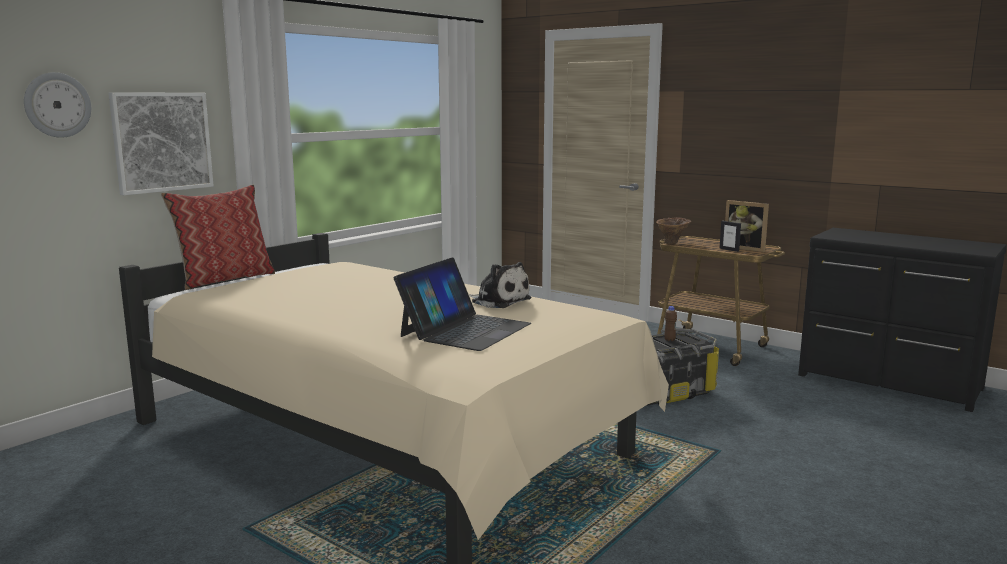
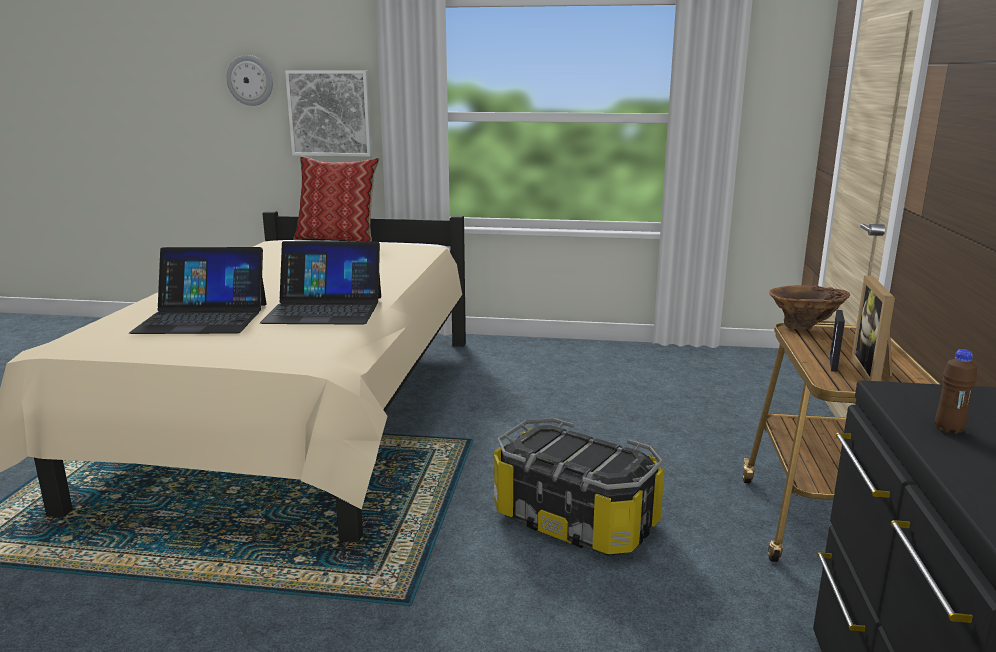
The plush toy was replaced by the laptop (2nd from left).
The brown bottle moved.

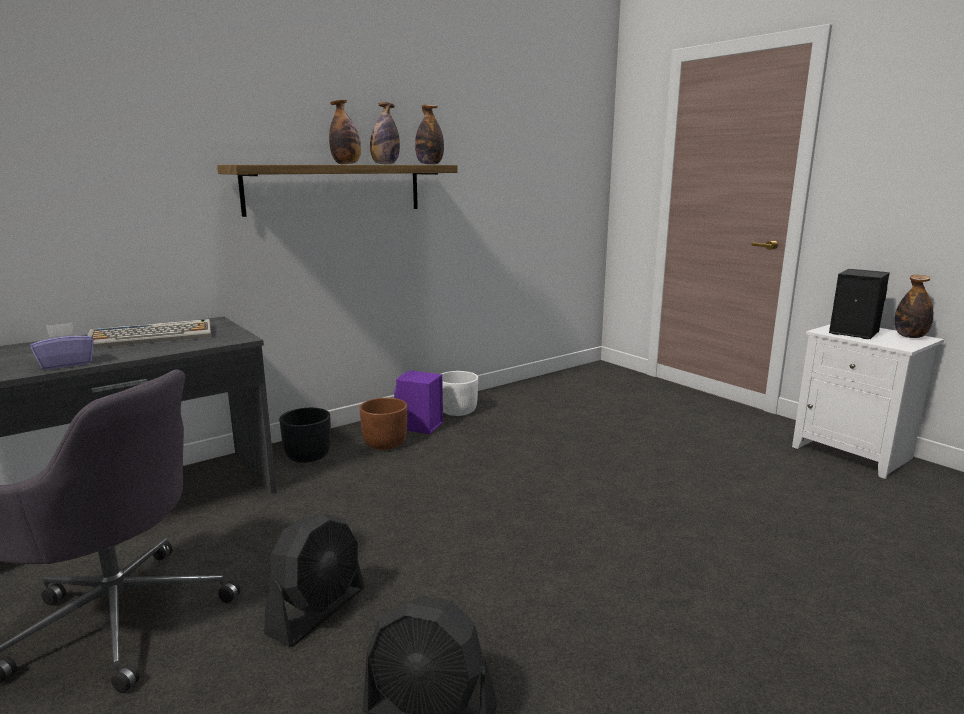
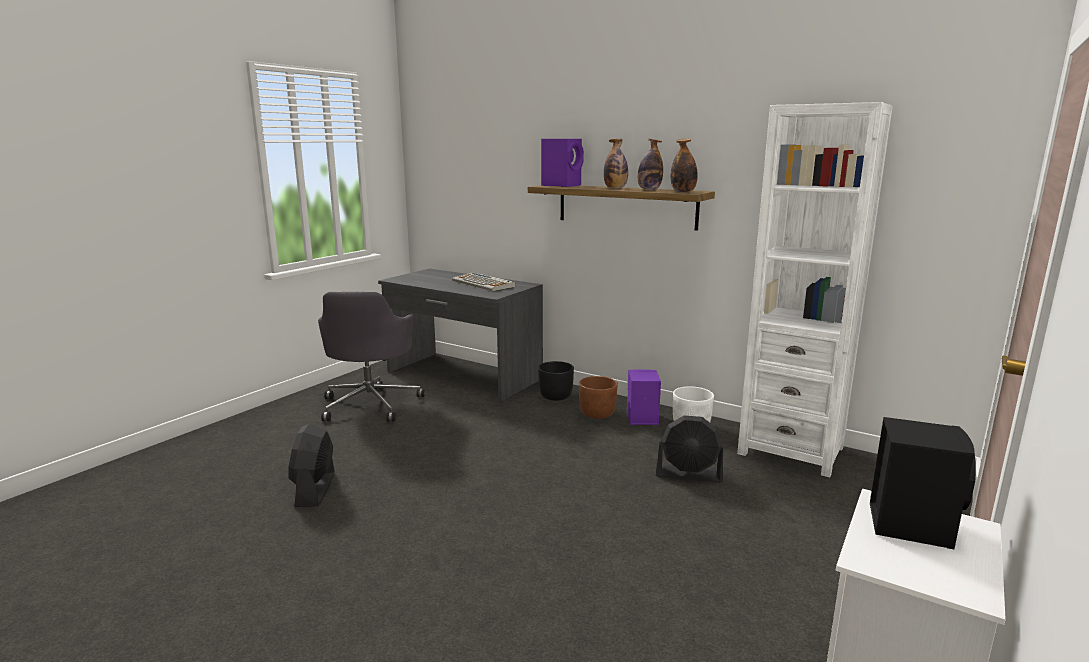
The bottle (4th from left) disappeared.
The purple tissue box disappeared.
The black fan (1st from left in the first image) moved.
The white bookcase appeared.
The purple speaker (1st from left) appeared.

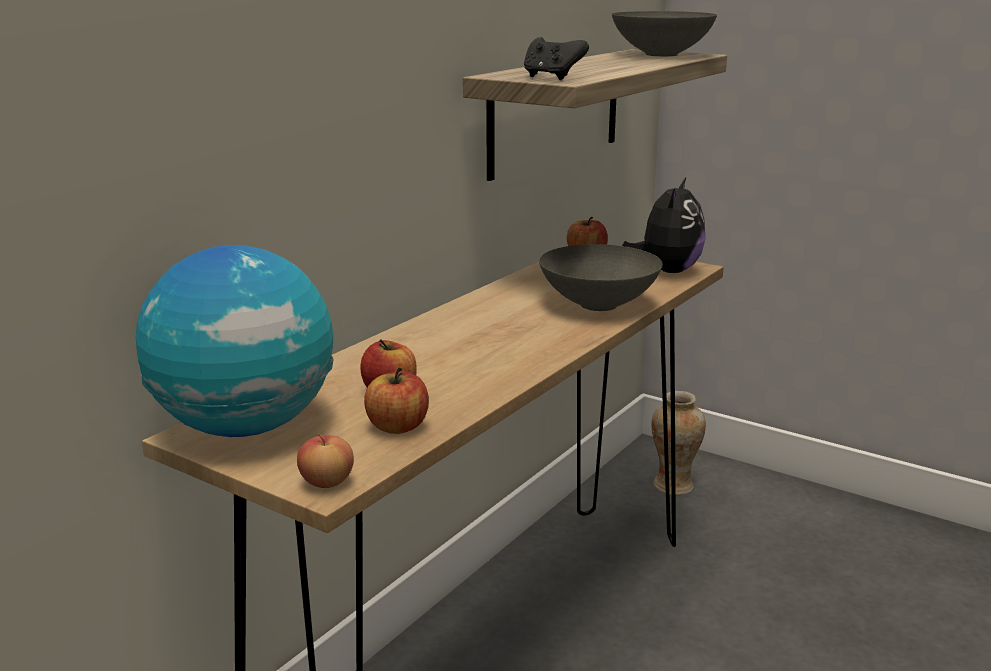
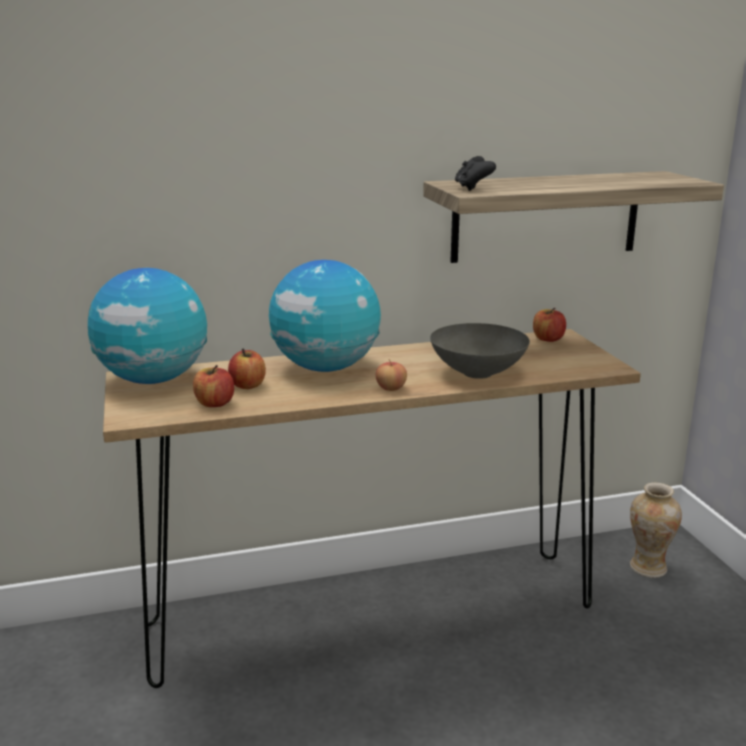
The grey bowl (2nd from left) disappeared.
The plush toy disappeared.
The apple (1st from left in the first image) moved.
The globe (2nd from left) appeared.

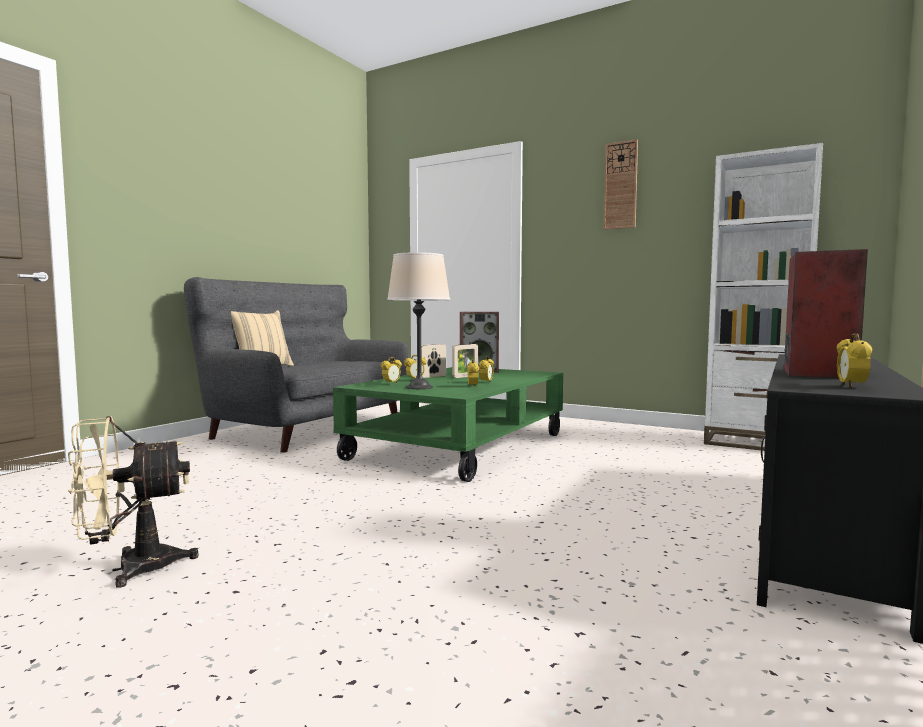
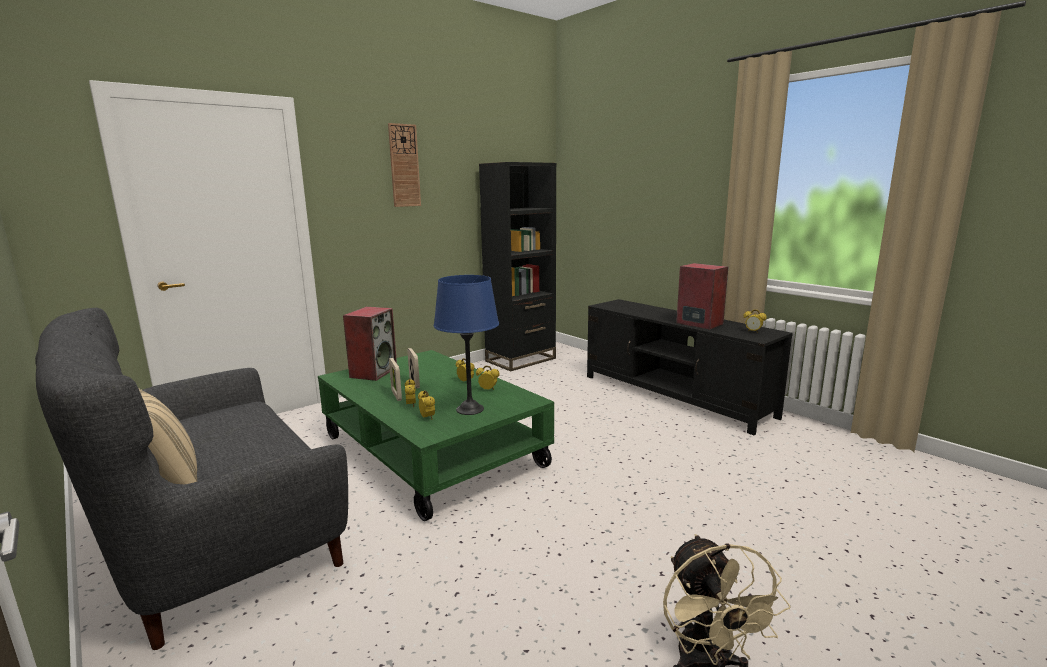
The white bookcase became the black bookcase.
The beige table lamp became the blue table lamp.

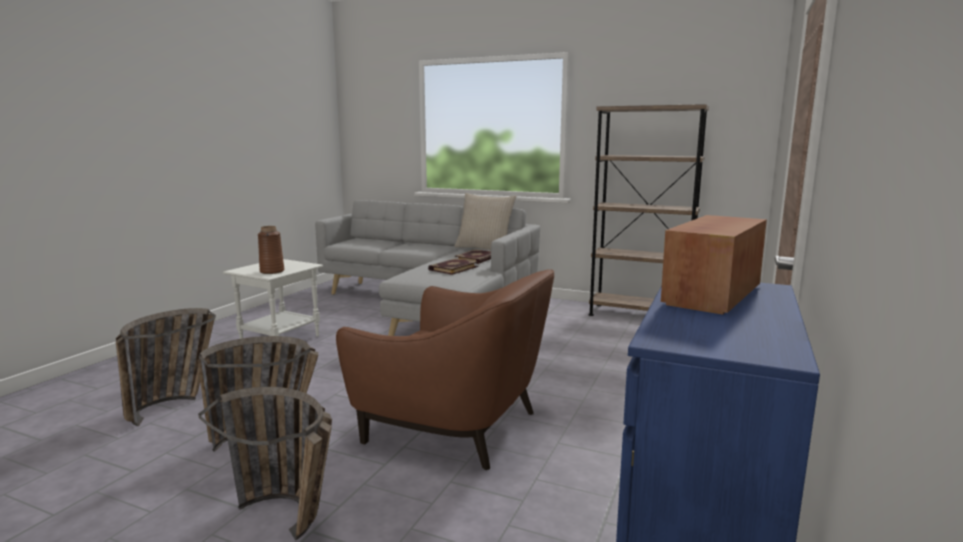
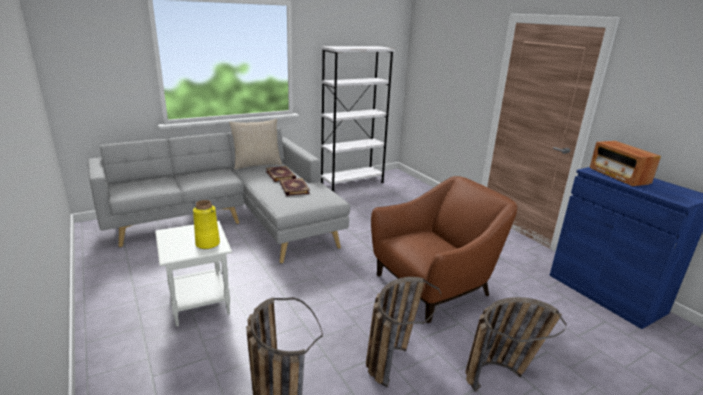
The brown bookcase became the white bookcase.
The brown vase became the yellow vase.

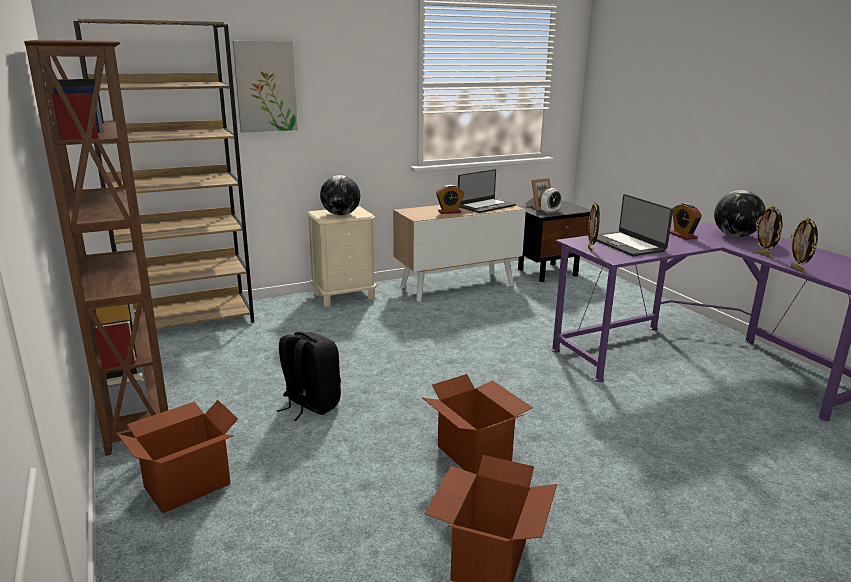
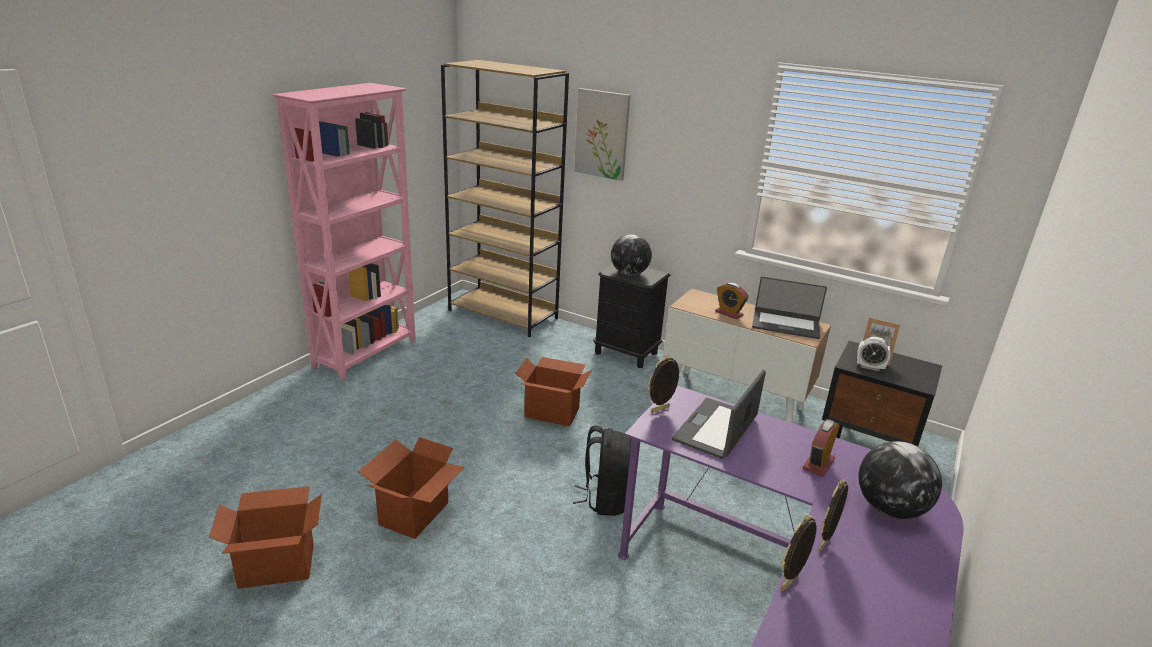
The brown bookcase (1st from left) became the pink bookcase.
The beige nightstand became the black nightstand (1st from left).
The black backpack moved.
The cardboard box (1st from left in the first image) moved.

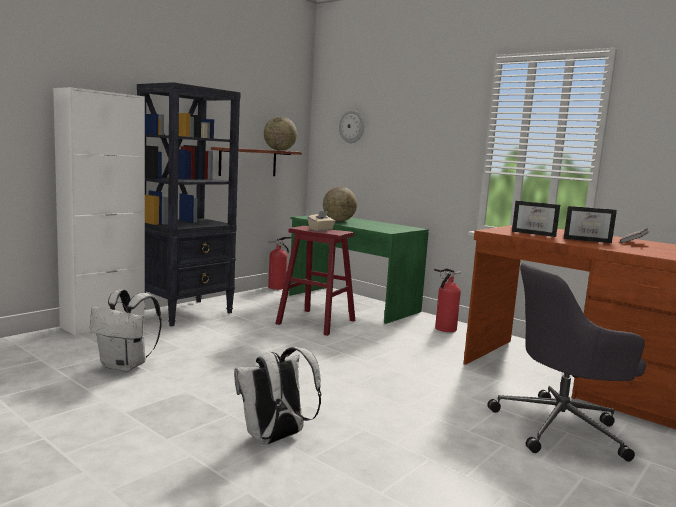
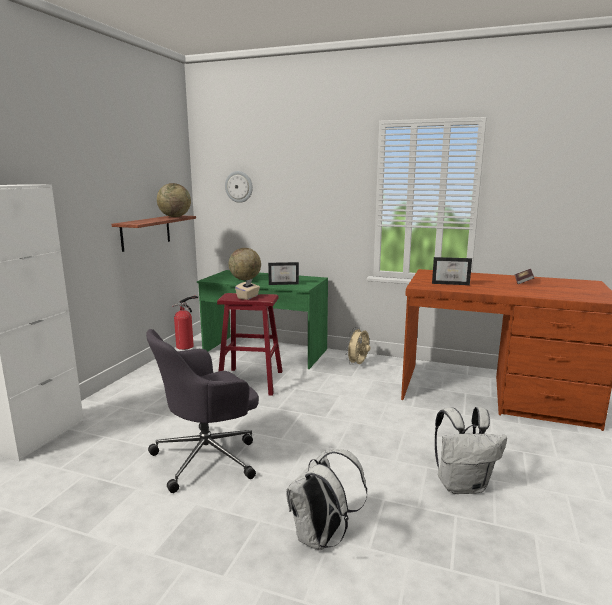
The black bookcase disappeared.
The picture frame (2nd from left in the first image) moved.
The grey office chair moved.
The fire extinguisher (2nd from left) was replaced by the beige fan.
The white backpack (1st from left in the first image) moved.

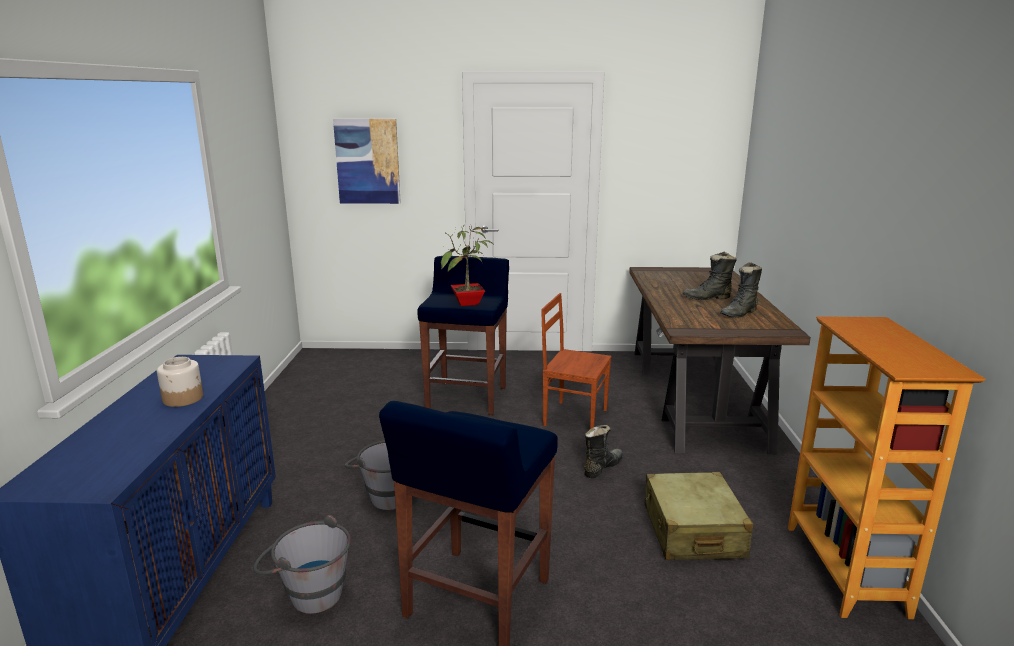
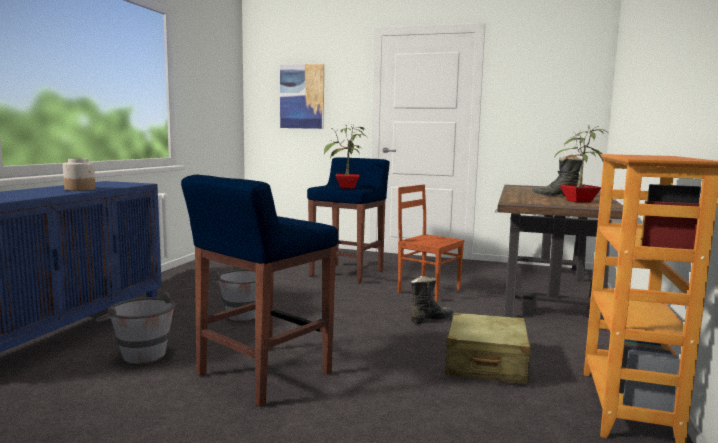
The black boot (3rd from left) was replaced by the potted plant (2nd from left).

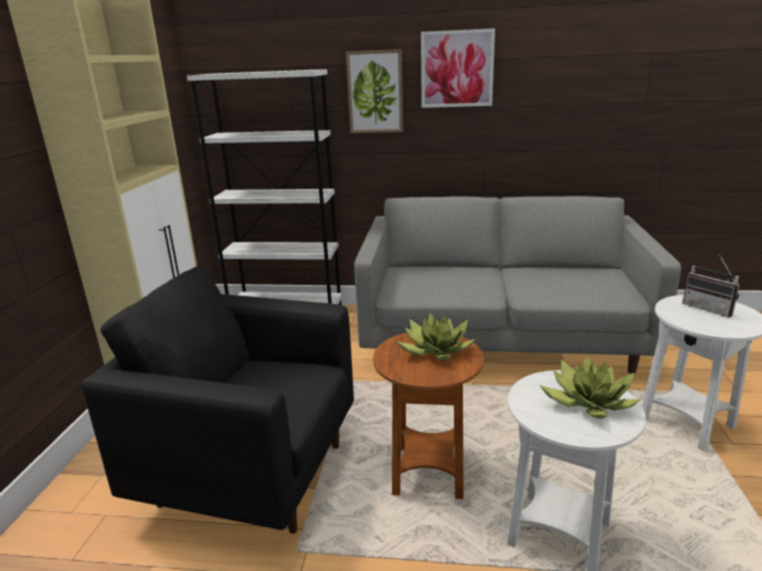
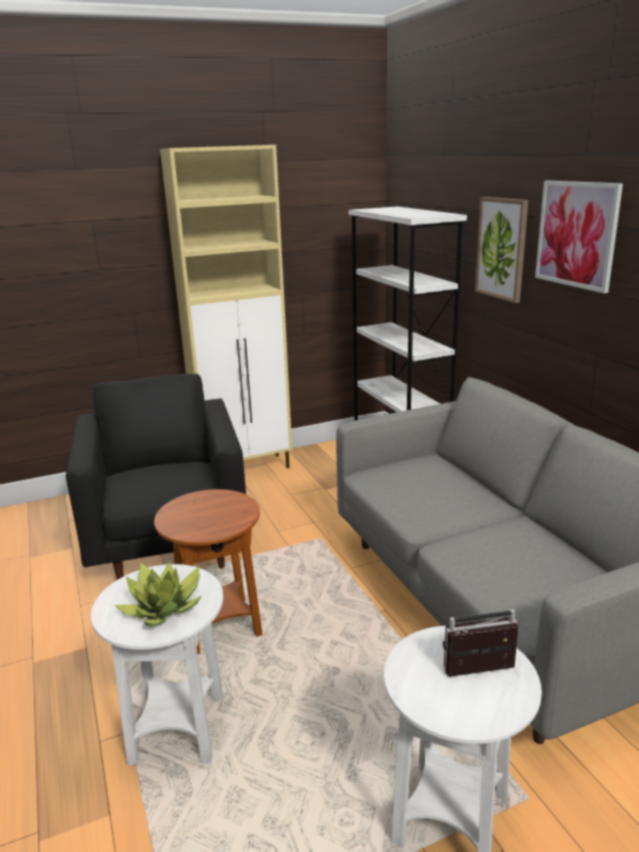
The radio turned 60 degrees clockwise.
The potted plant (1st from left) disappeared.

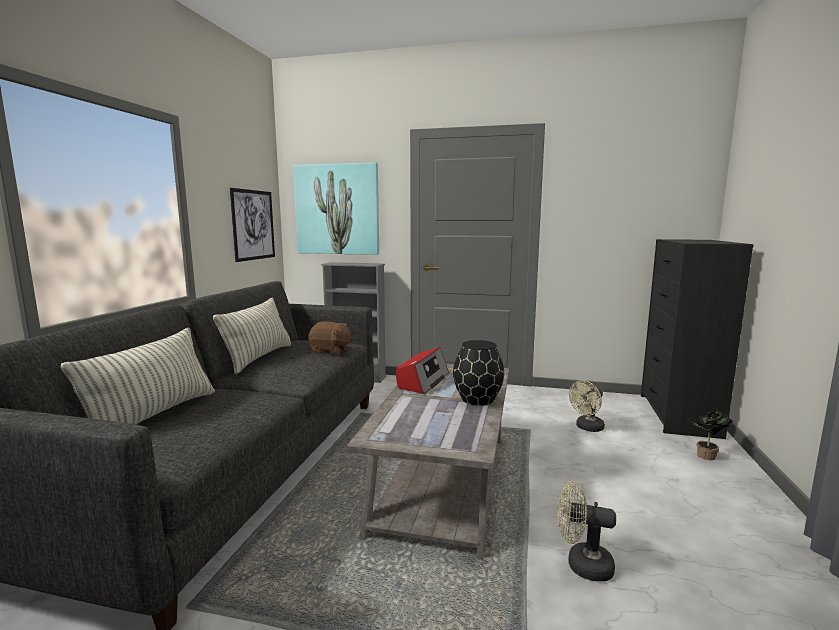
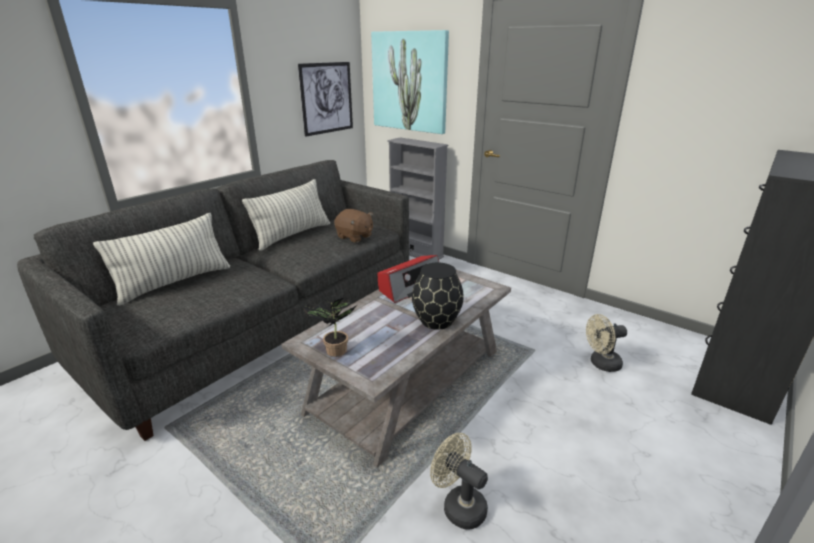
The potted plant moved.

